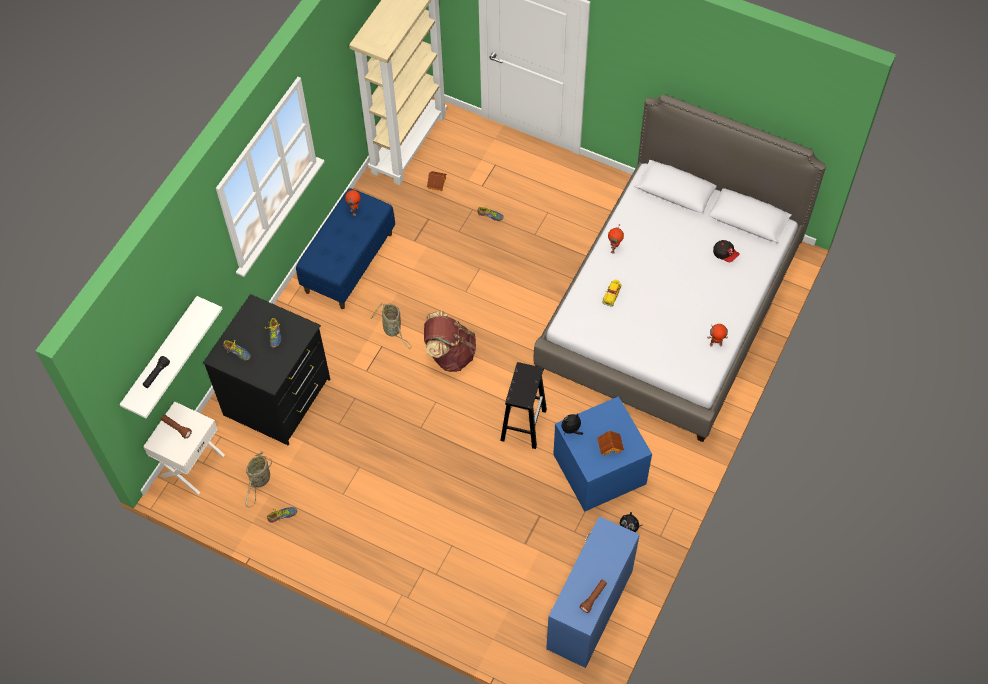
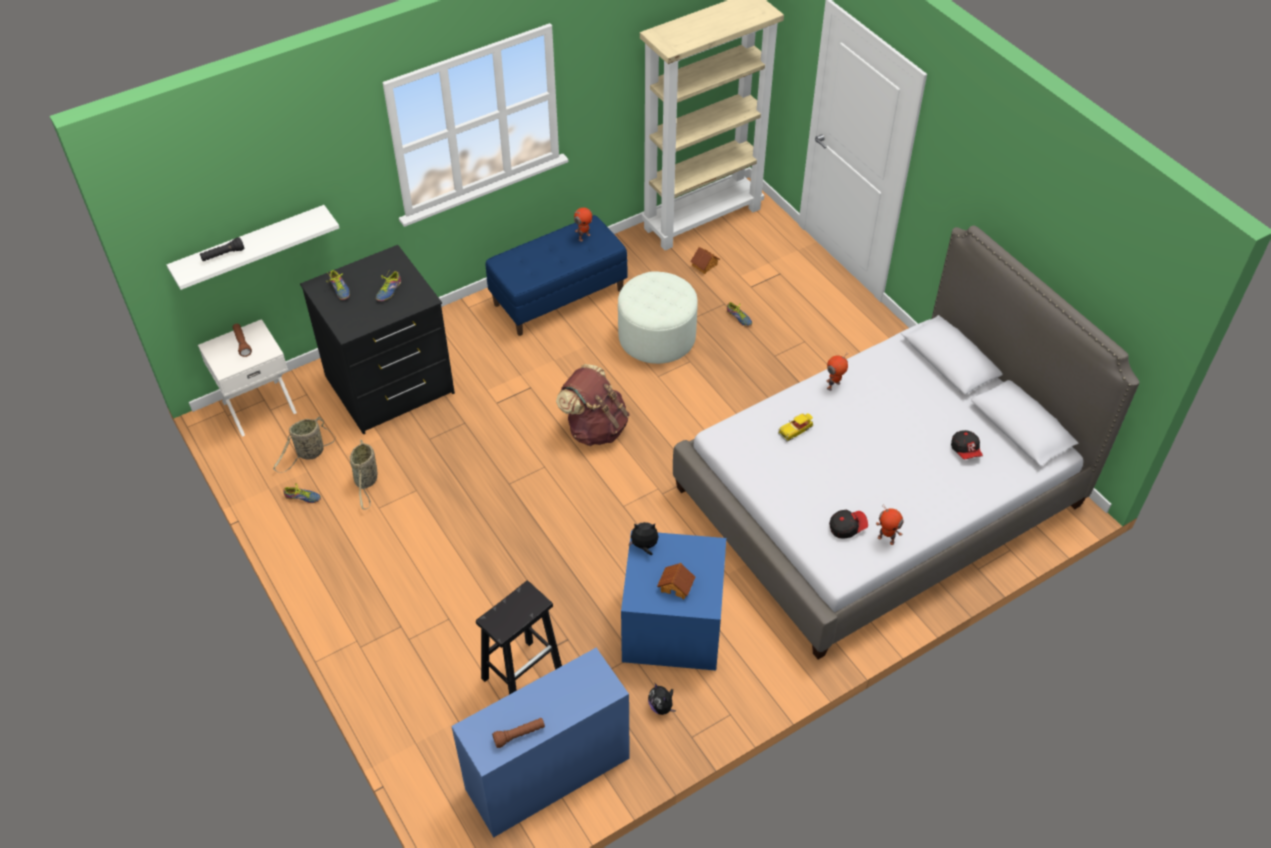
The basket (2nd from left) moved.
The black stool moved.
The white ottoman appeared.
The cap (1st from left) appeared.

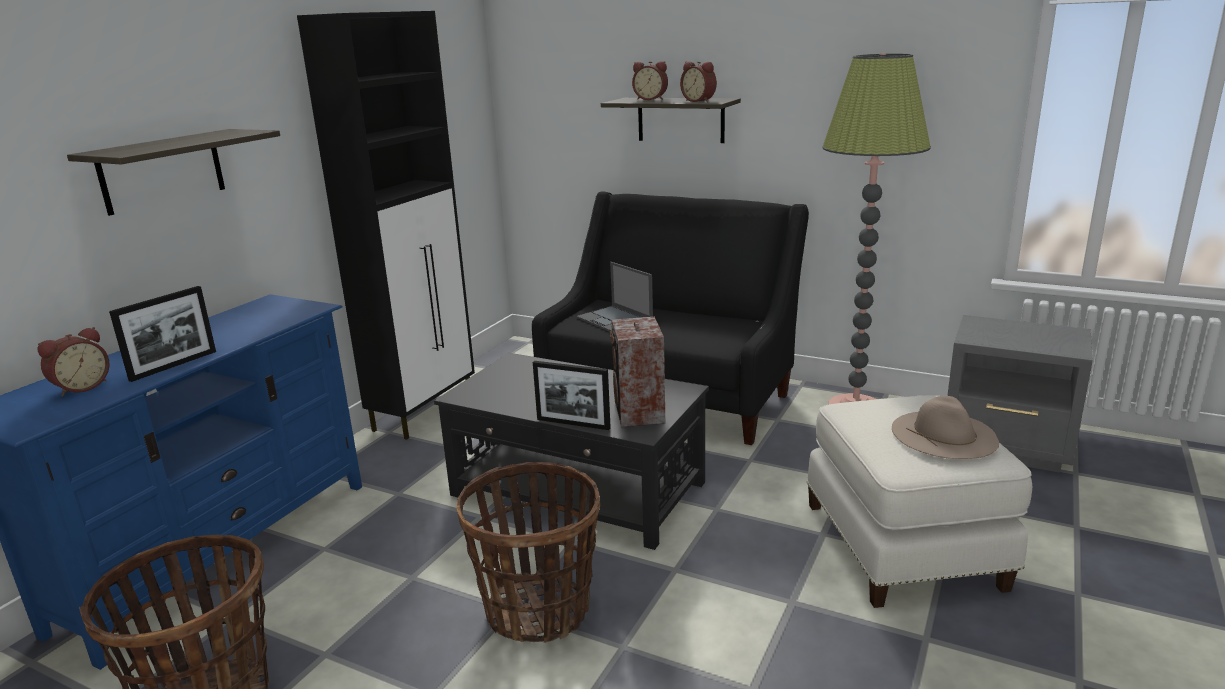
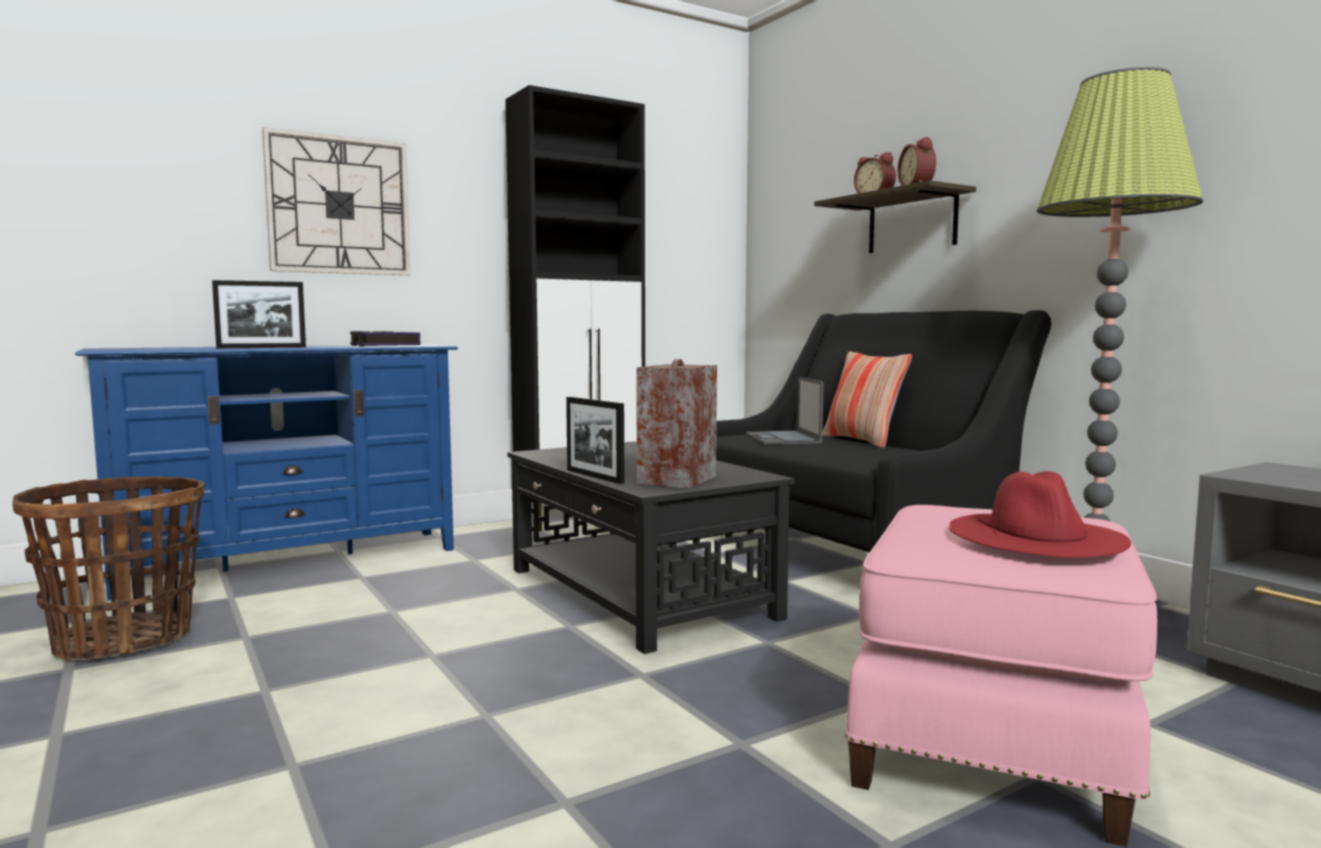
The shelf (1st from left) was replaced by the wall clock.
The alarm clock (1st from left) disappeared.
The white ottoman became the pink ottoman.
The beige hat became the red hat.
The basket (2nd from left) disappeared.
The book appeared.
The pillow appeared.

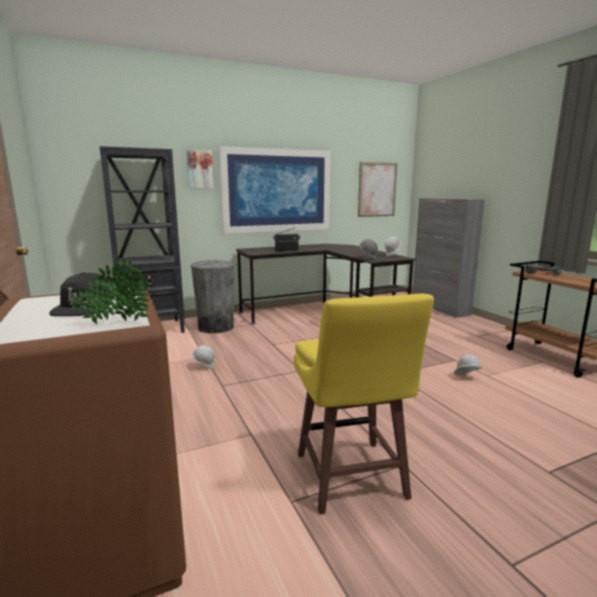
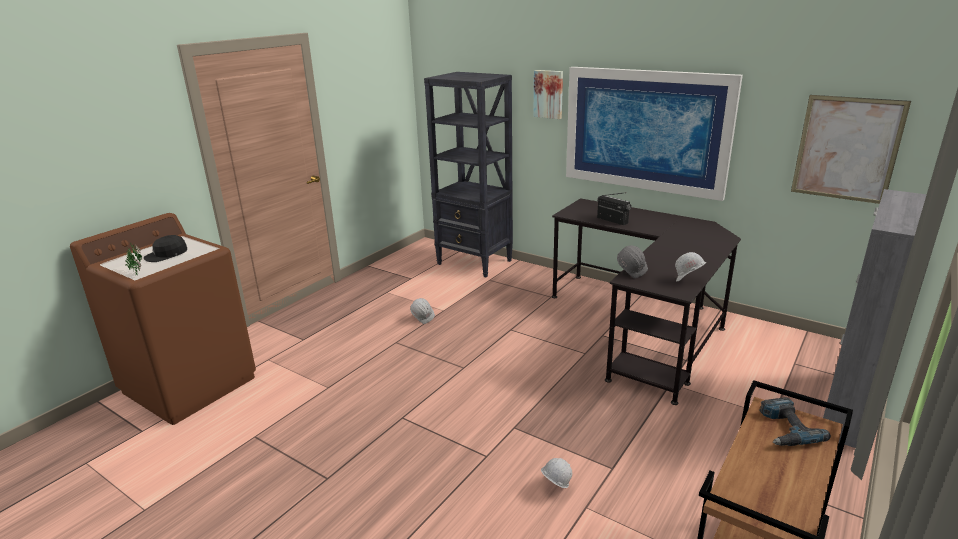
The grey trash can disappeared.
The yellow stool disappeared.

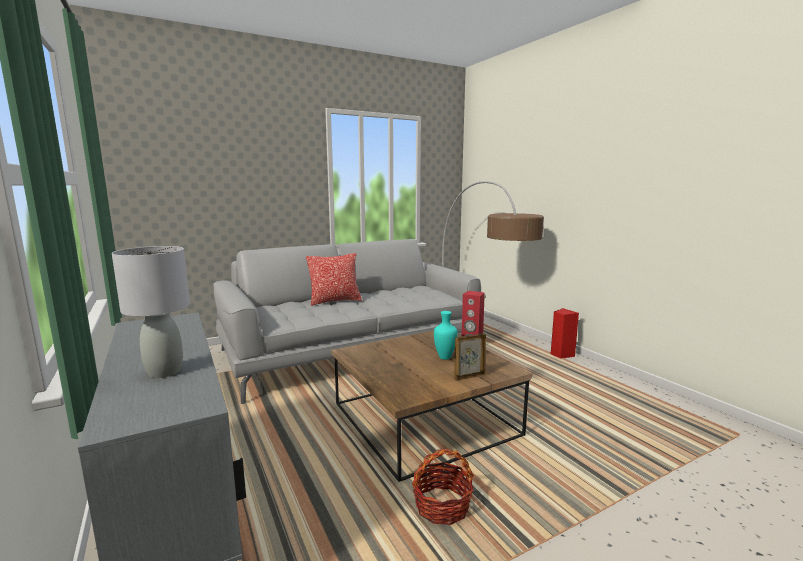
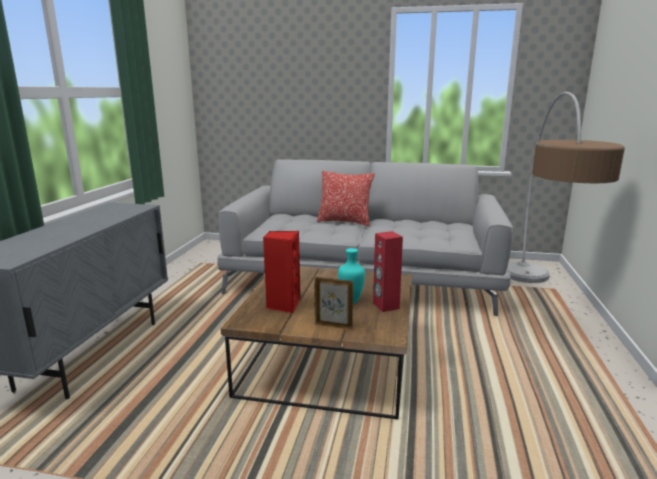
The grey table lamp disappeared.
The red speaker (2nd from left in the first image) moved.
The basket disappeared.

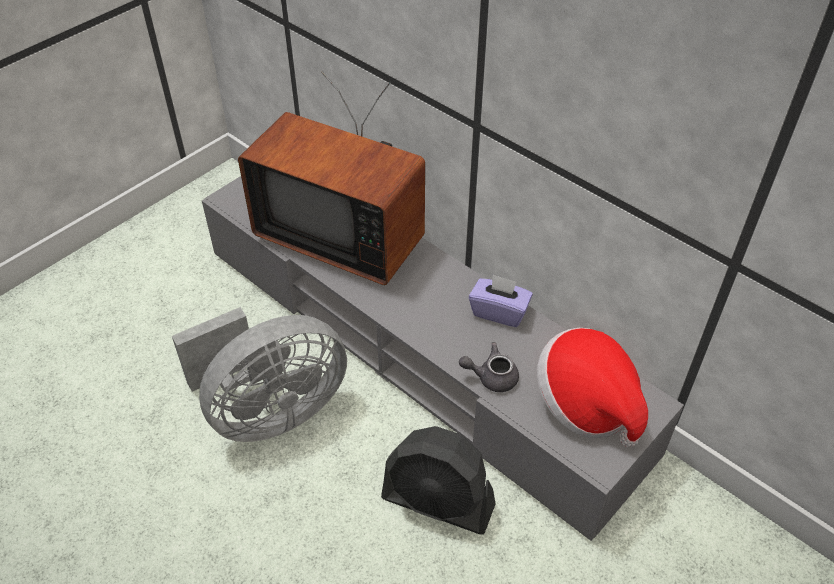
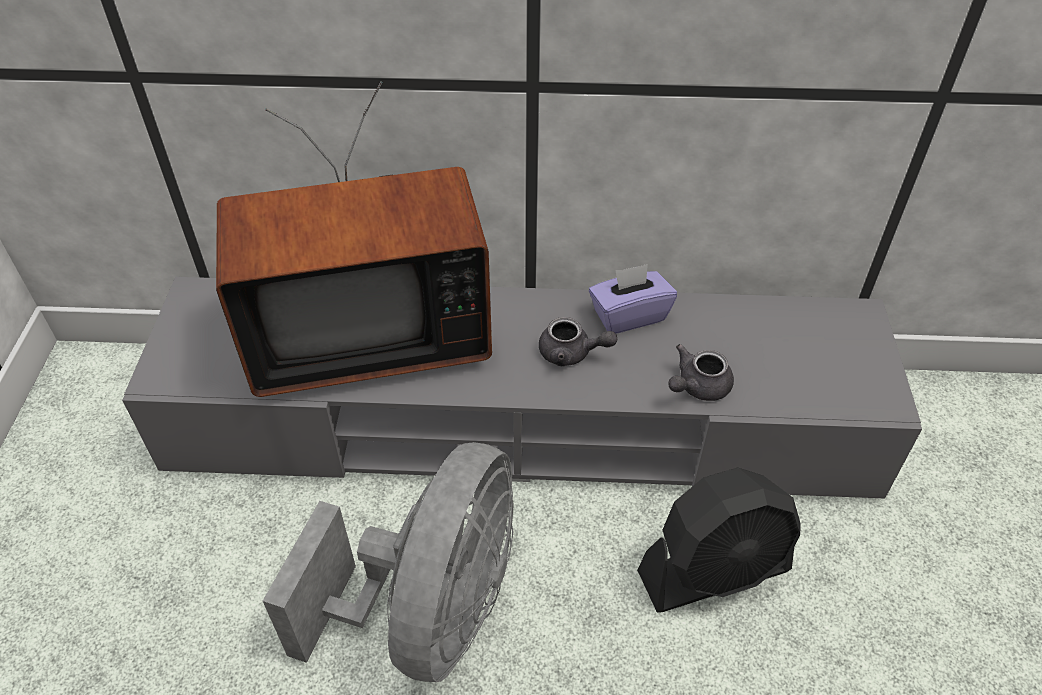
The hat disappeared.
The grey teapot (1st from left) appeared.

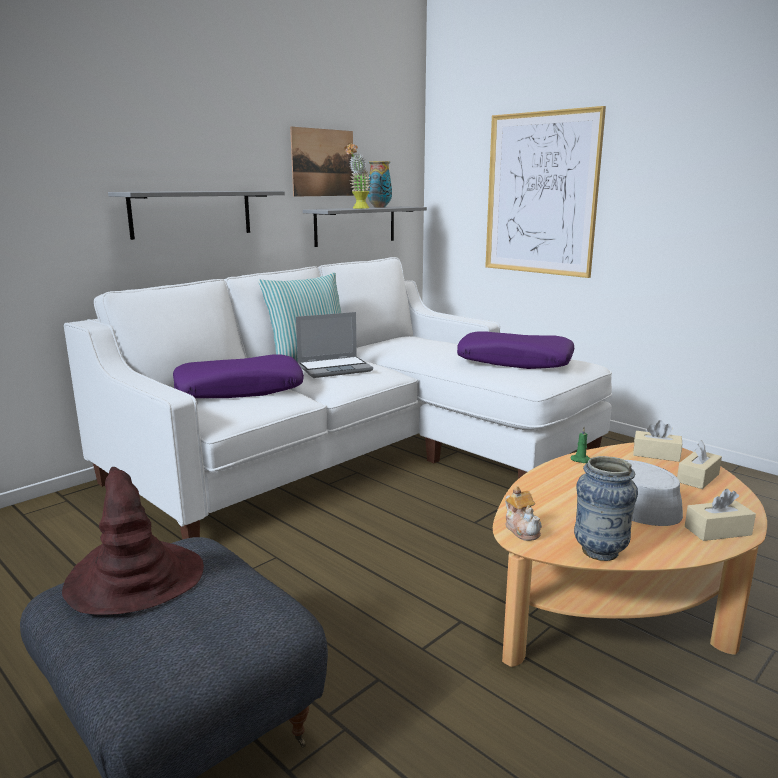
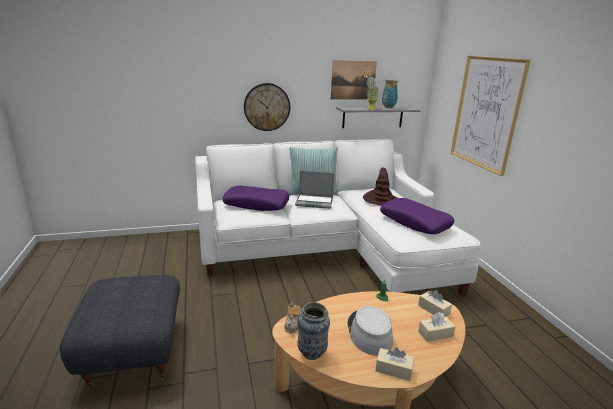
The grey shelf (1st from left) was replaced by the wall clock.
The brown hat moved.

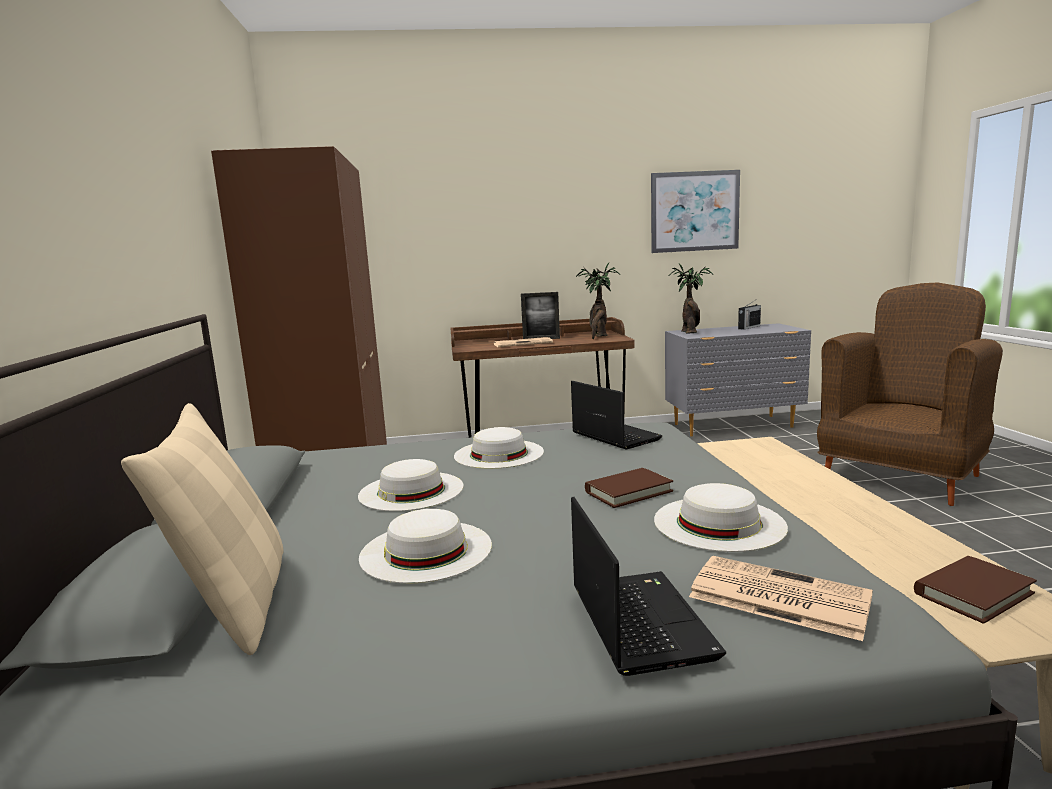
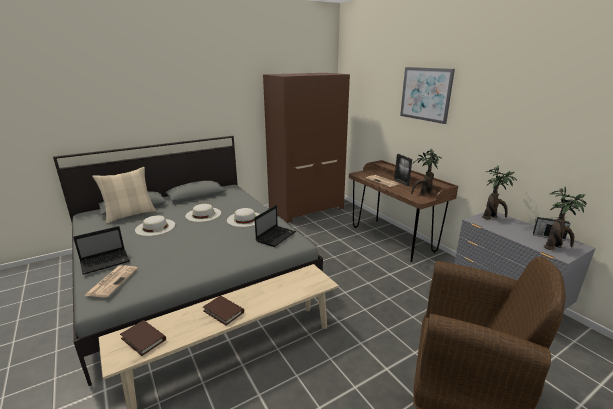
The picture moved.
The brown book (1st from left in the first image) moved.
The white hat (4th from left) disappeared.
The potted plant (3rd from left) appeared.

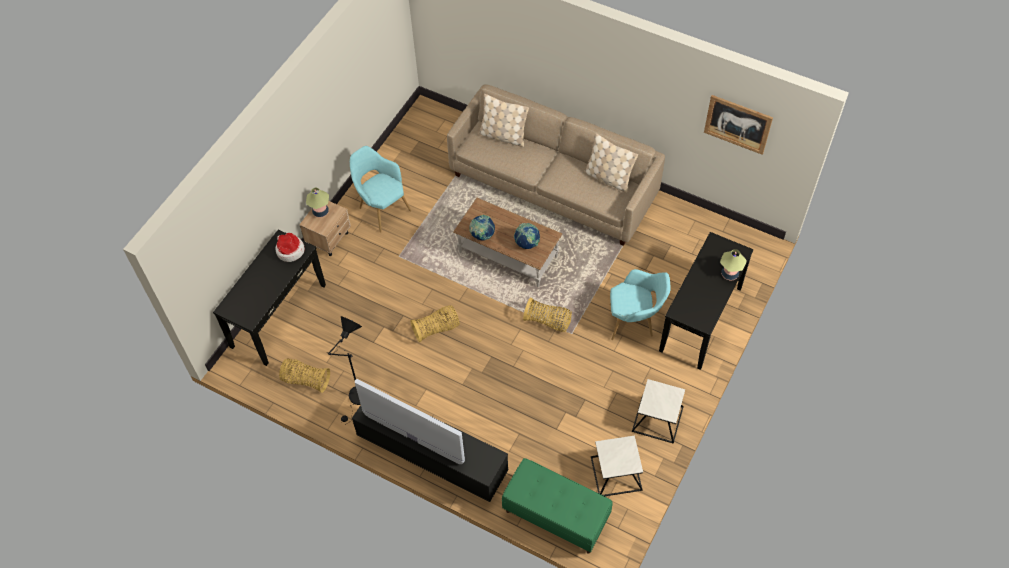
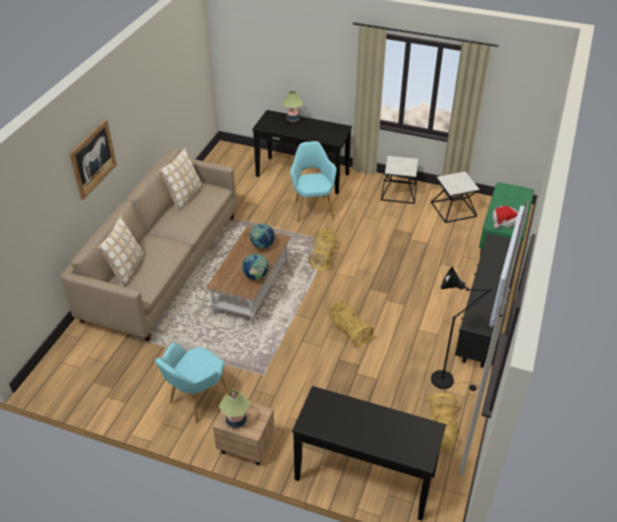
The picture moved.
The hat moved.

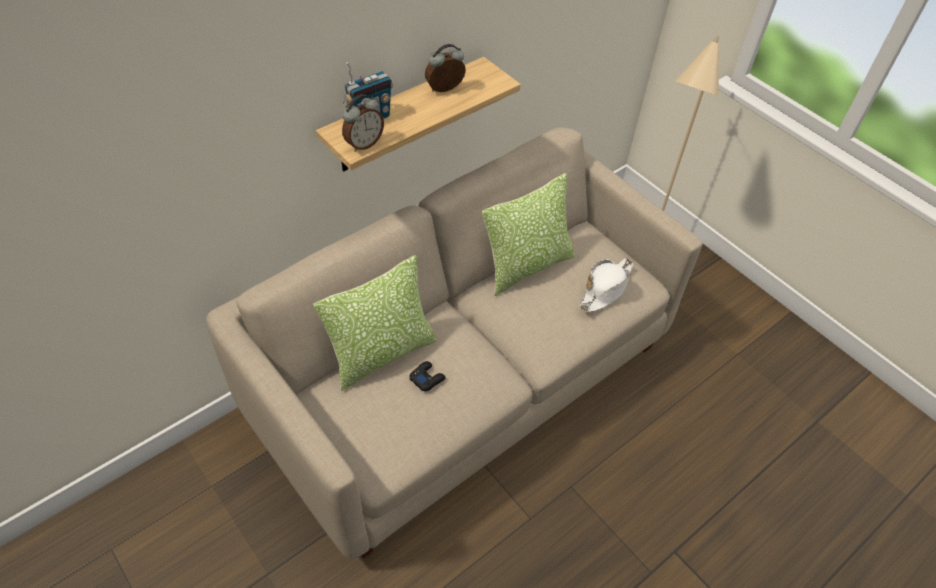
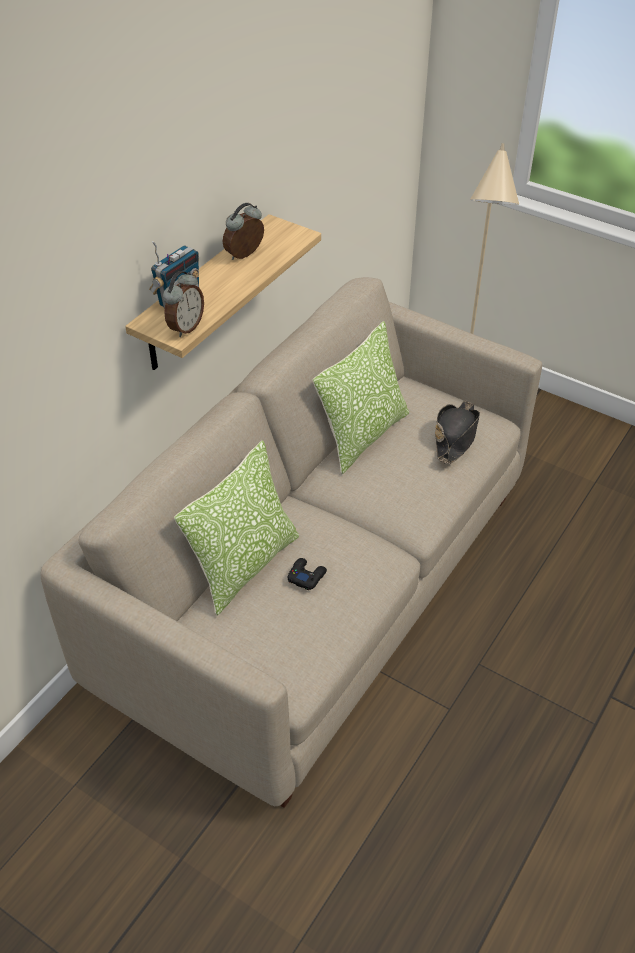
The white hat became the black hat.

